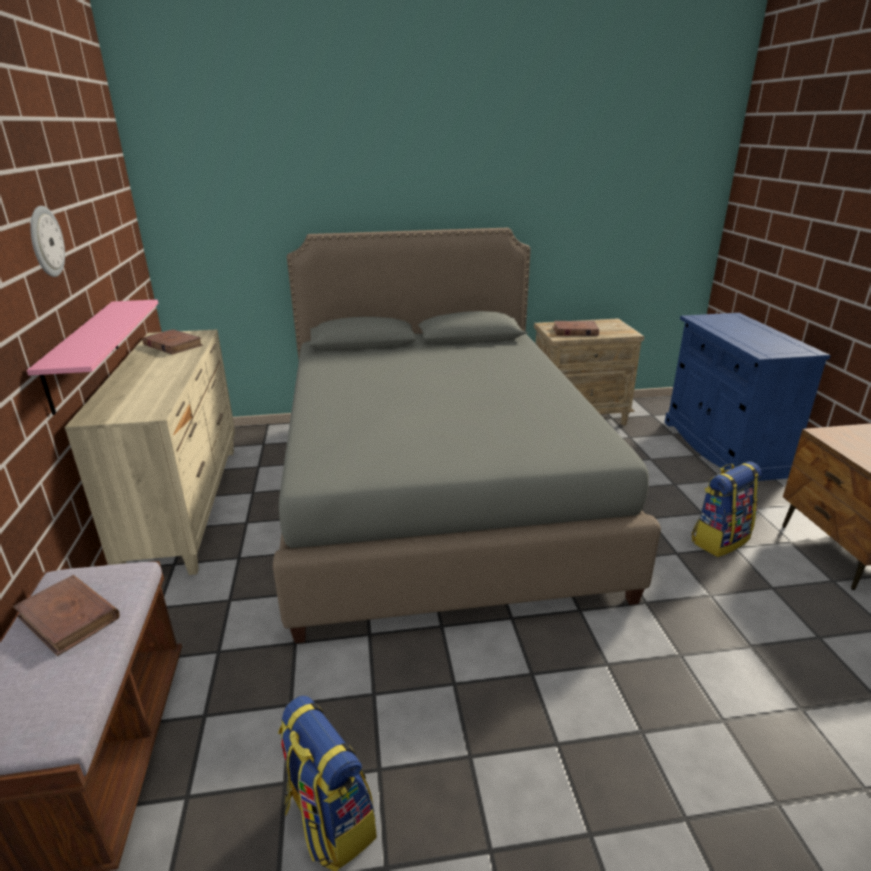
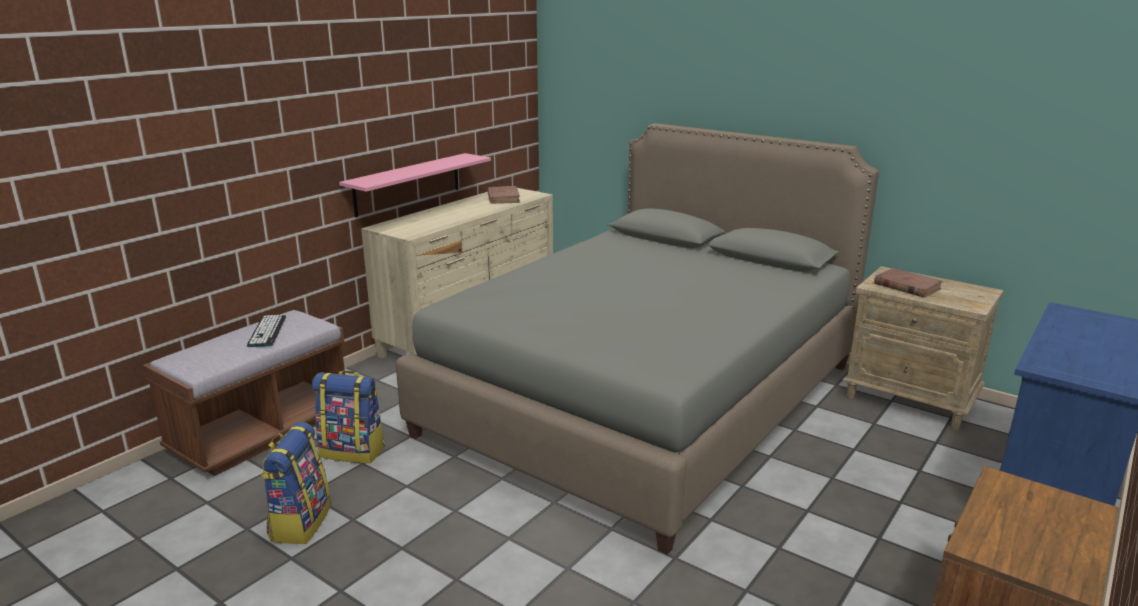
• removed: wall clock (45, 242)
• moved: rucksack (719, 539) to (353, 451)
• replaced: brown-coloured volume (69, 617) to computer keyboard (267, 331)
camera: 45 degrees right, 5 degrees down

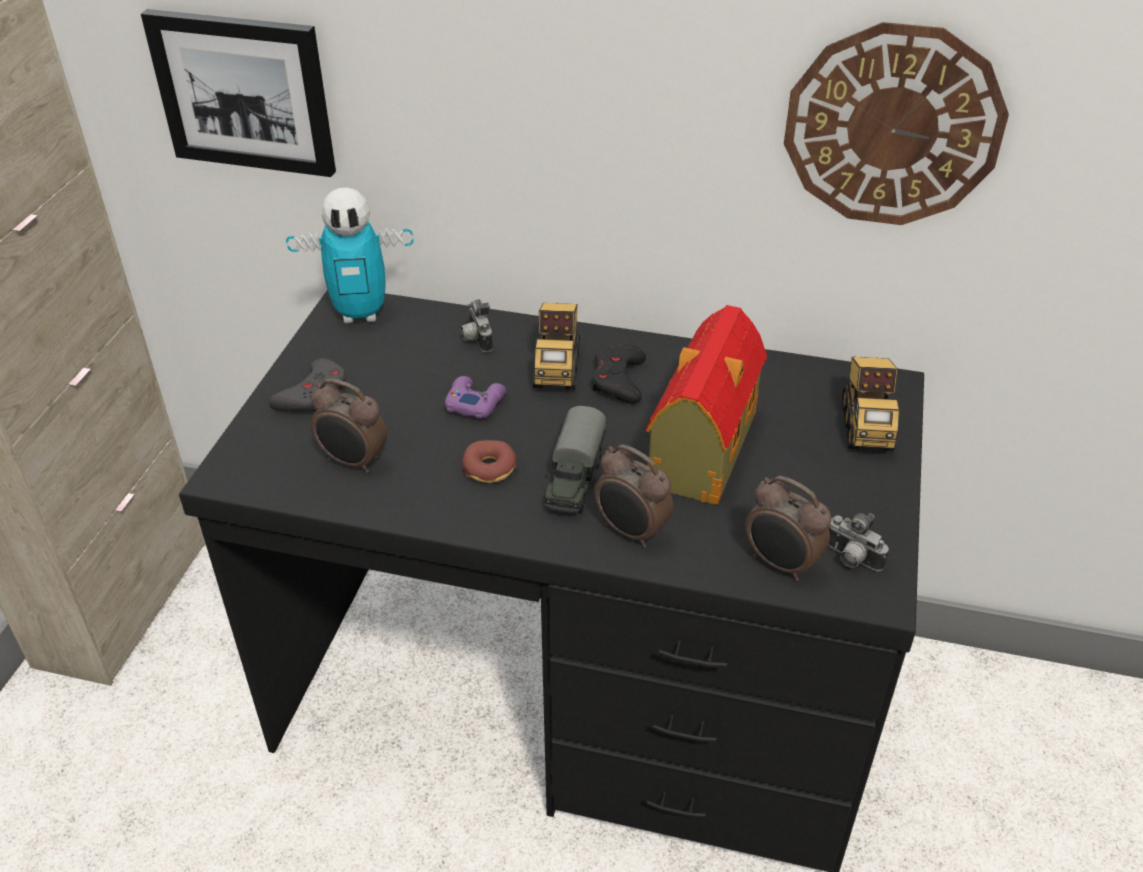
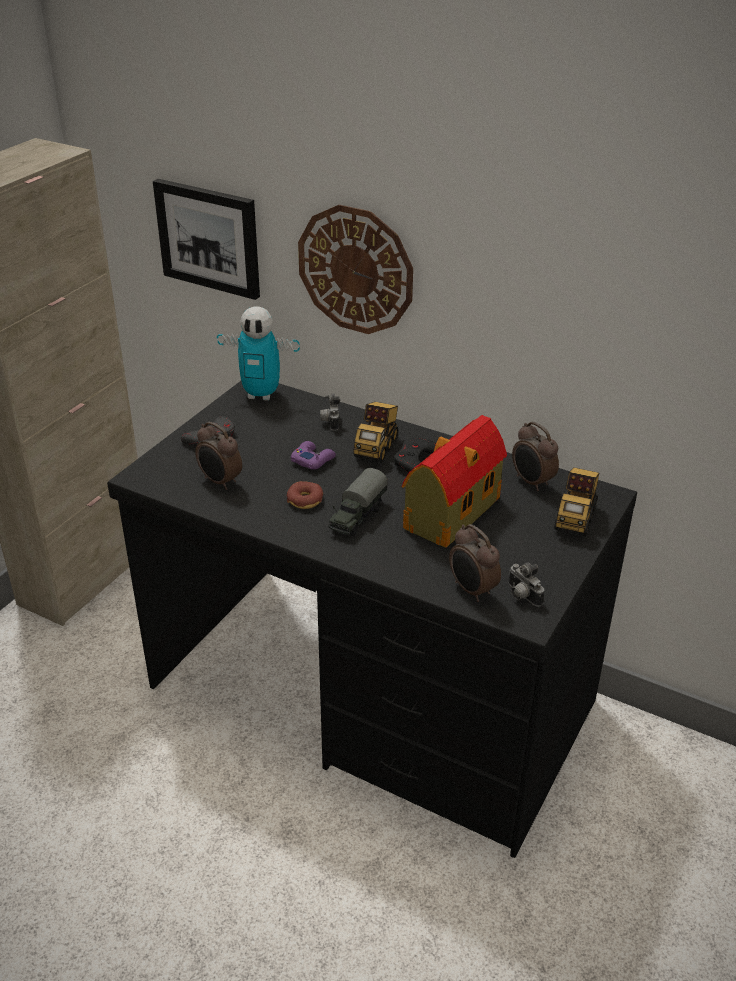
• moved: wall clock (892, 126) to (355, 270)
• moved: alarm clock (630, 532) to (531, 482)
camera: 15 degrees right, 5 degrees down

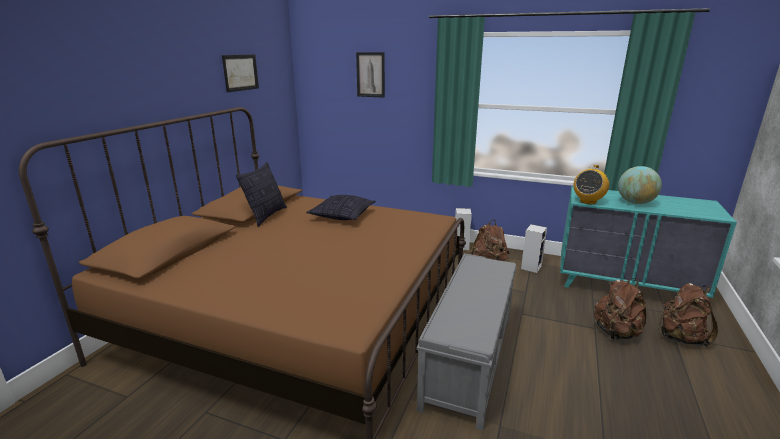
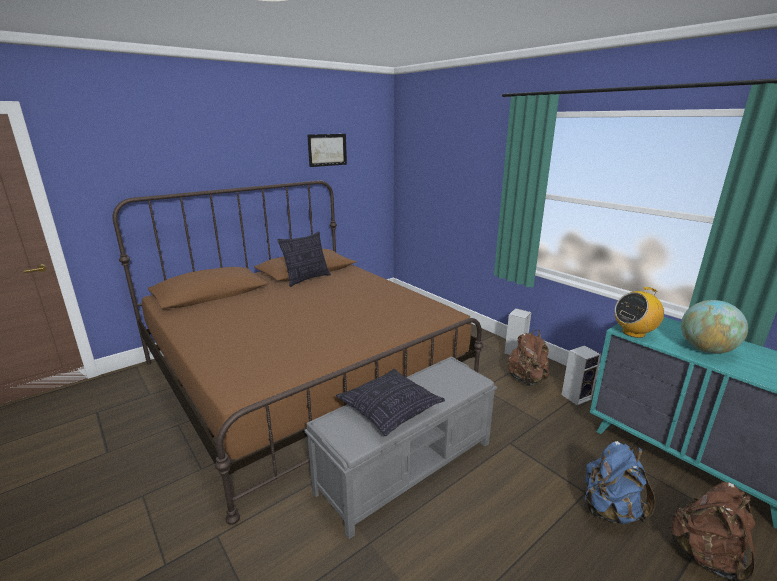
• removed: wall art (370, 74)
• moved: pillow (342, 216) to (390, 410)
• recoloured: brown-coloured rucksack (616, 333) to blue rucksack (609, 509)
camera: 30 degrees right, 0 degrees up

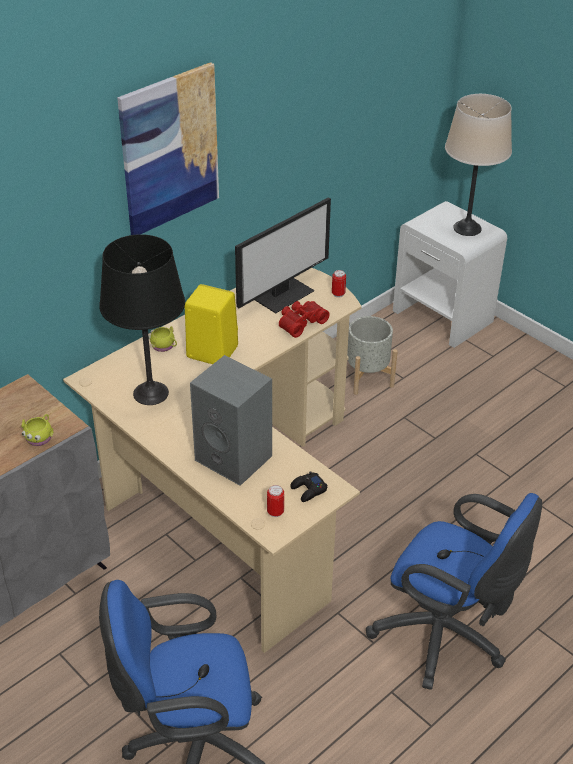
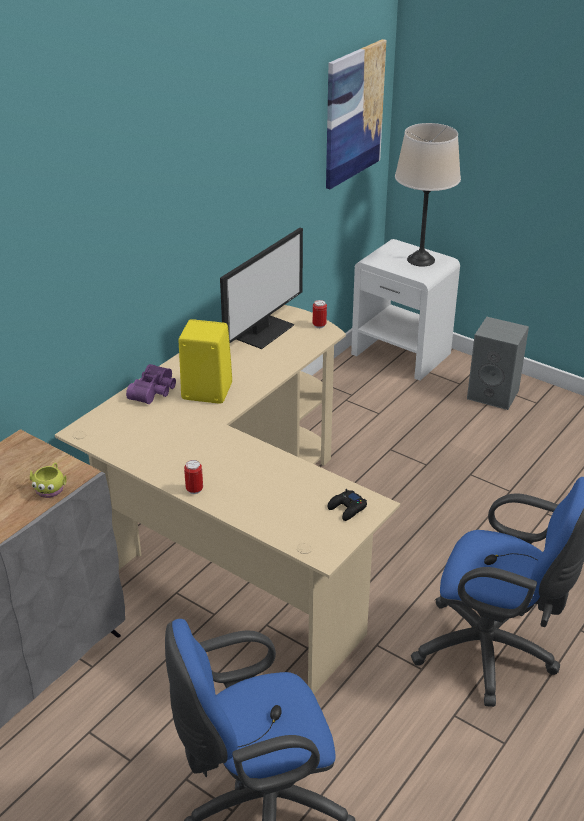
• moved: wall art (169, 150) to (353, 114)
• removed: blackish lamp for a table (150, 393)
• removed: reddish field glasses (300, 322)
• removed: grey planter (367, 377)
• replaced: yellow coffee mug (164, 346) to purple-coloured field glasses (155, 391)
• moved: grey audio speaker (235, 458) to (494, 394)
• moved: sealed can (275, 512) to (194, 489)
camera: 10 degrees left, 5 degrees down

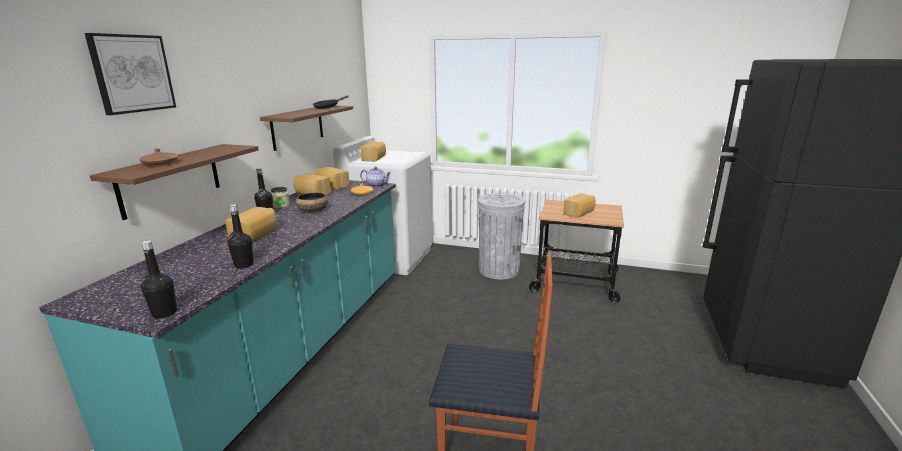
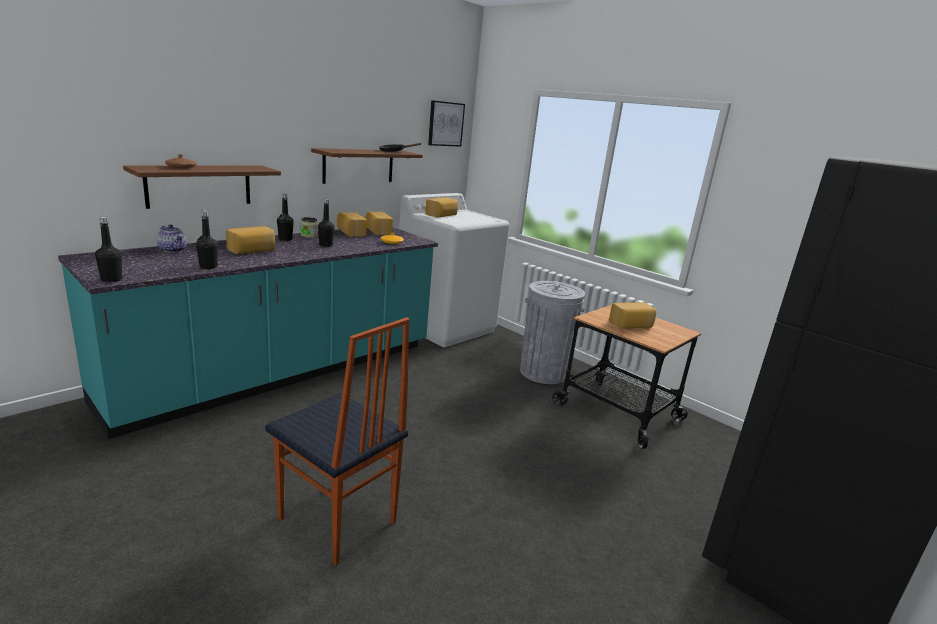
• moved: wall art (132, 73) to (445, 124)
• moved: teapot (376, 185) to (173, 250)
• replaced: serving bowl (312, 210) to blackish beverage bottle (326, 245)
camera: 25 degrees right, 0 degrees up

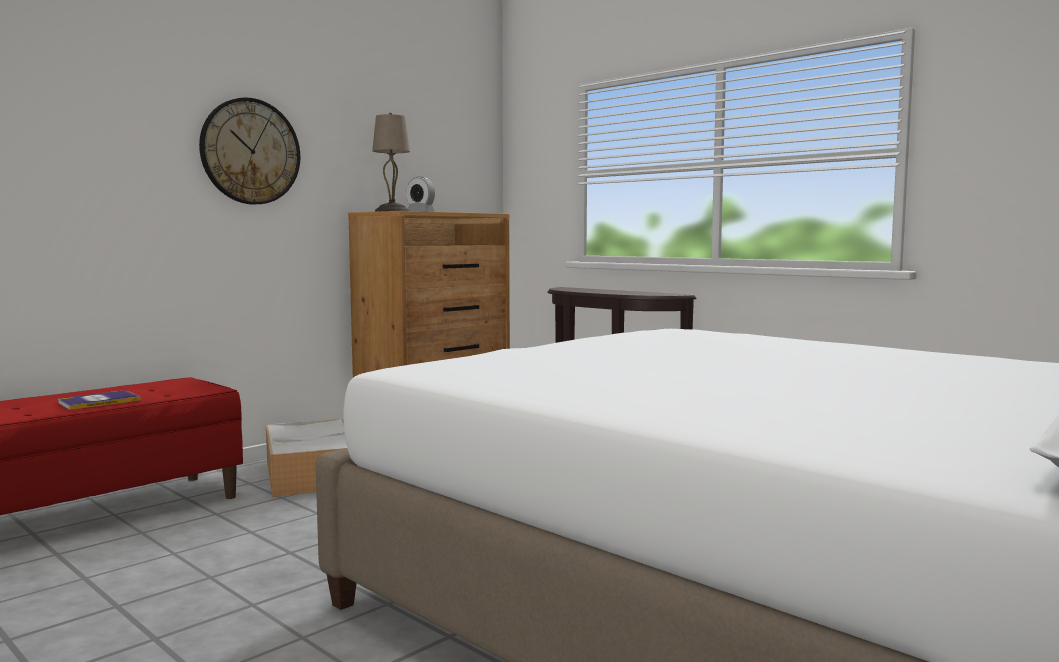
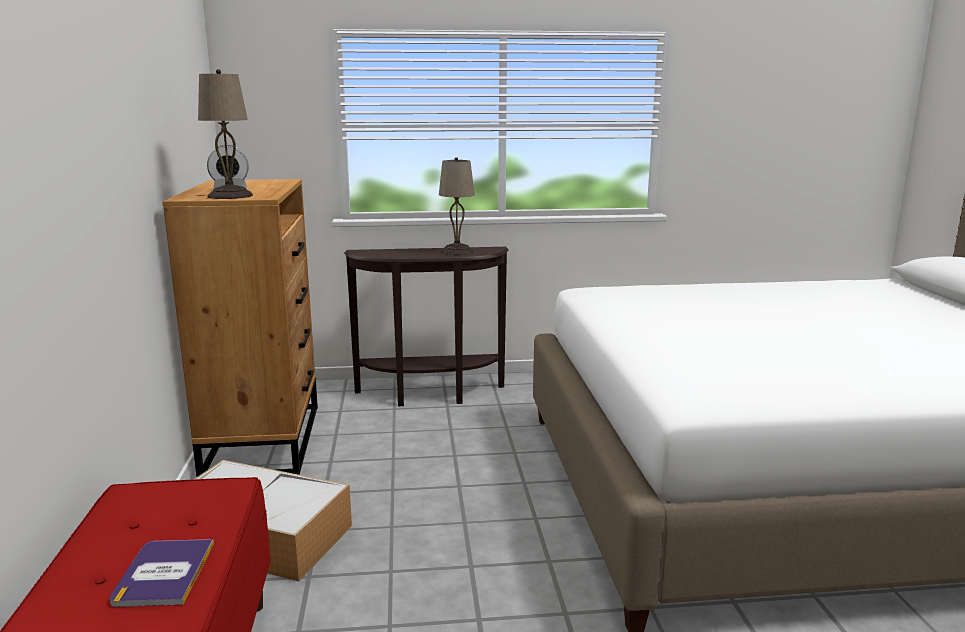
• removed: wall clock (250, 151)
• added: sand-coloured lamp for a table (456, 251)
camera: 50 degrees left, 10 degrees up

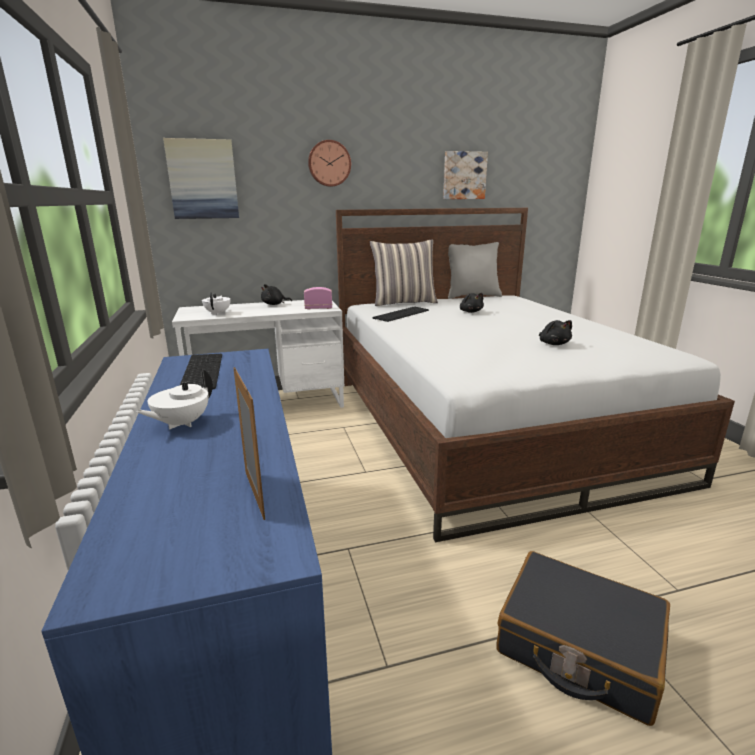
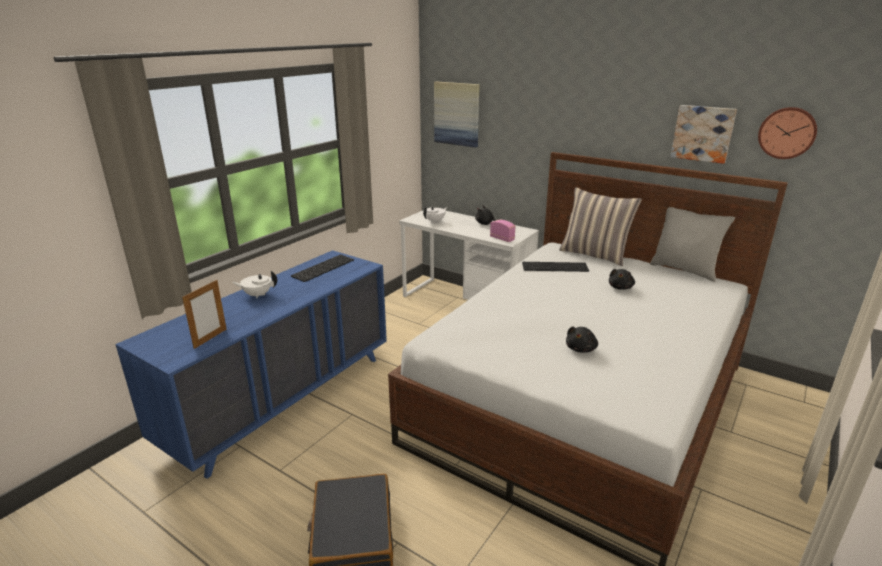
• moved: wall clock (329, 163) to (787, 133)
camera: 50 degrees right, 5 degrees up

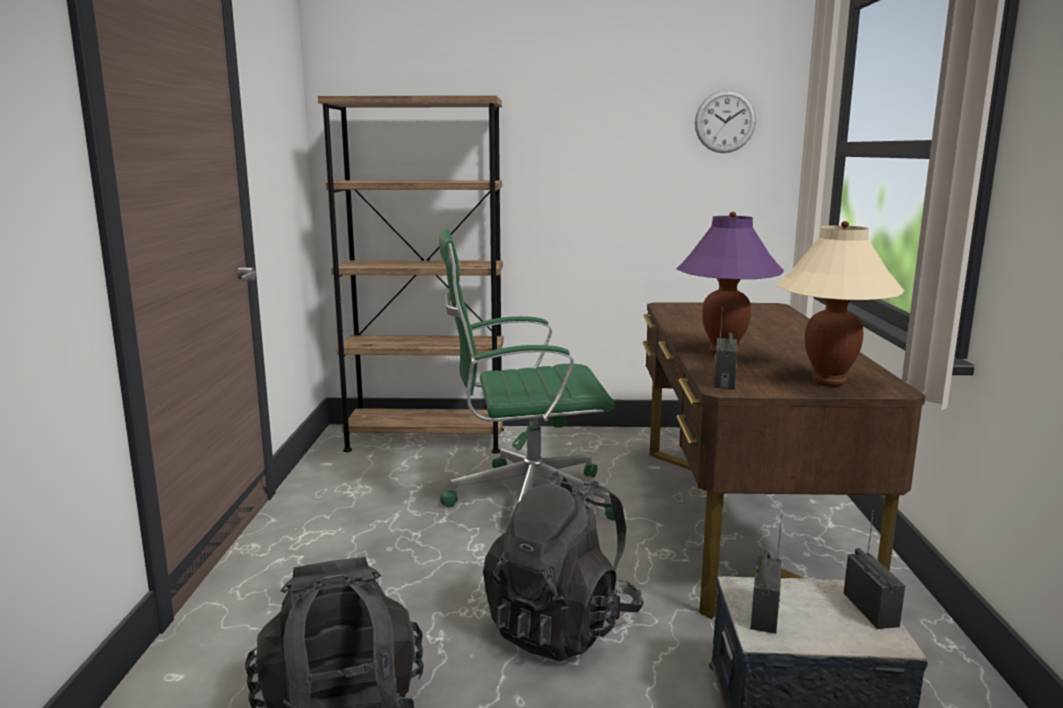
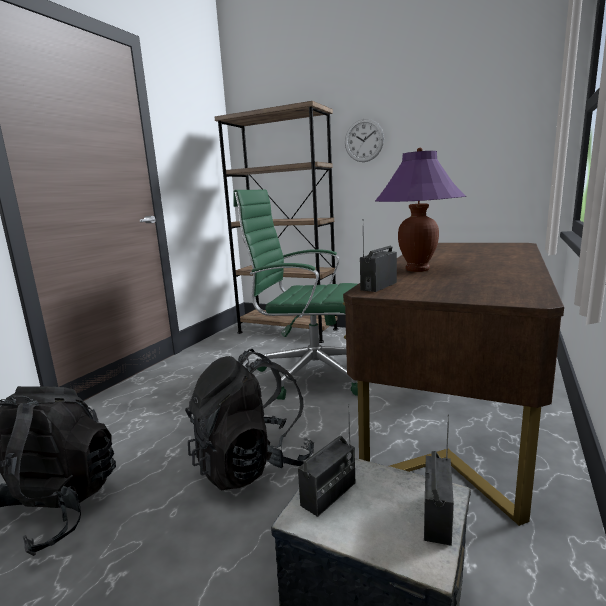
• moved: wall clock (725, 121) to (364, 140)
• removed: sand-coloured lamp for a table (829, 382)
camera: 25 degrees right, 0 degrees up

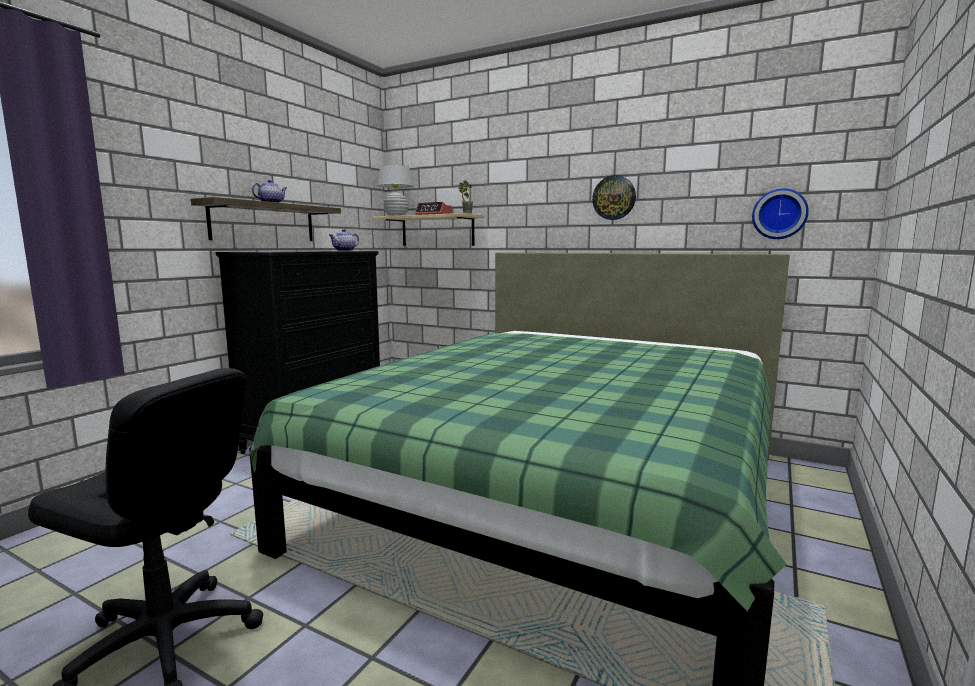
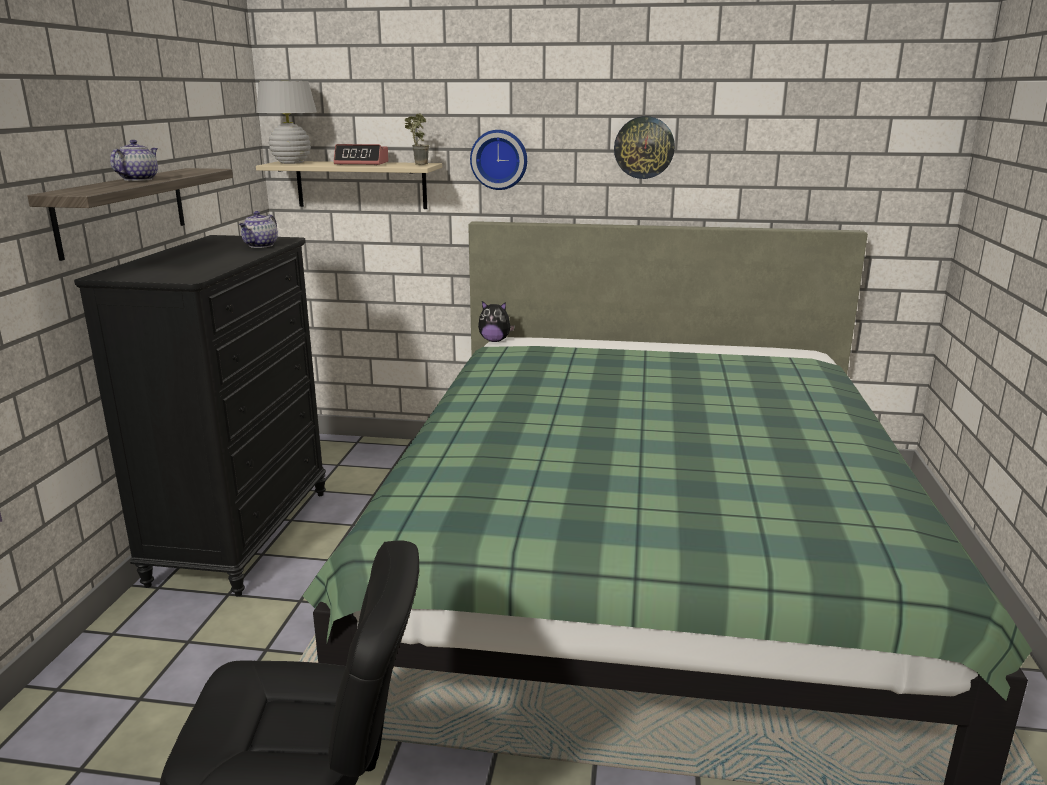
• moved: wall clock (779, 214) to (499, 159)
• added: soft toy (495, 341)
camera: 20 degrees left, 10 degrees up

